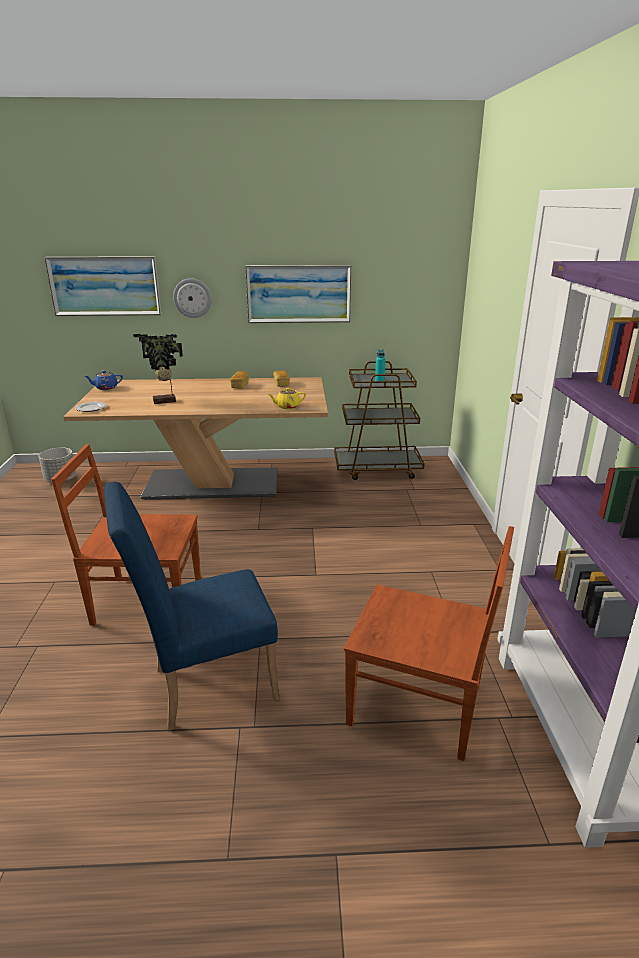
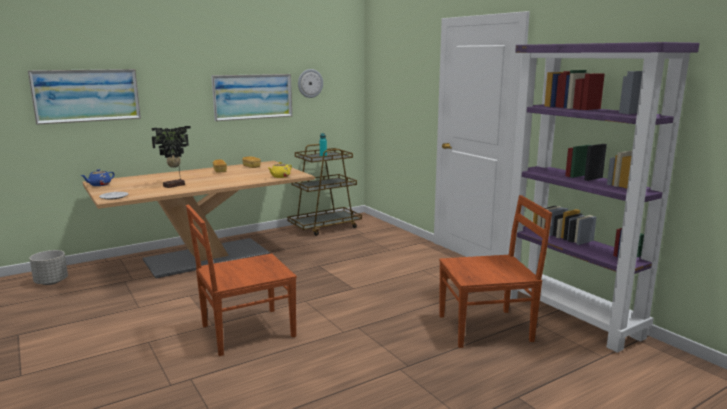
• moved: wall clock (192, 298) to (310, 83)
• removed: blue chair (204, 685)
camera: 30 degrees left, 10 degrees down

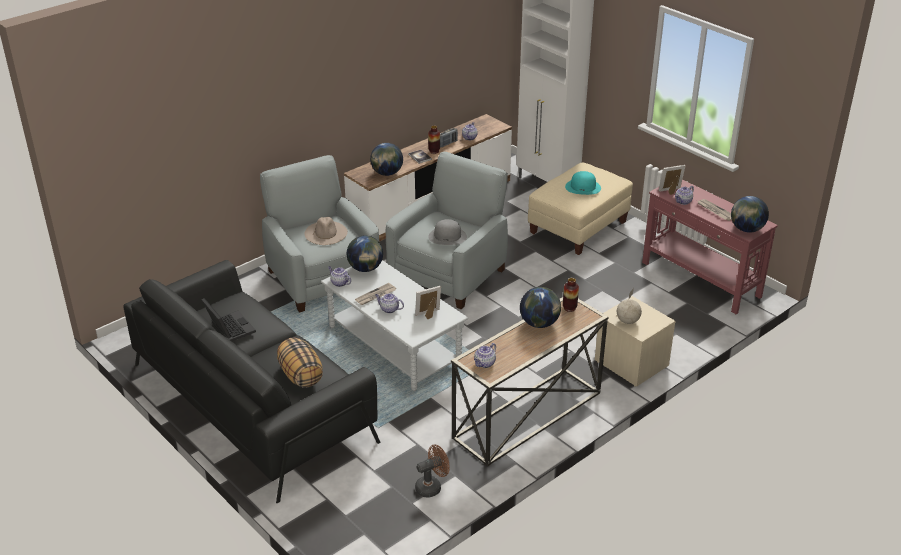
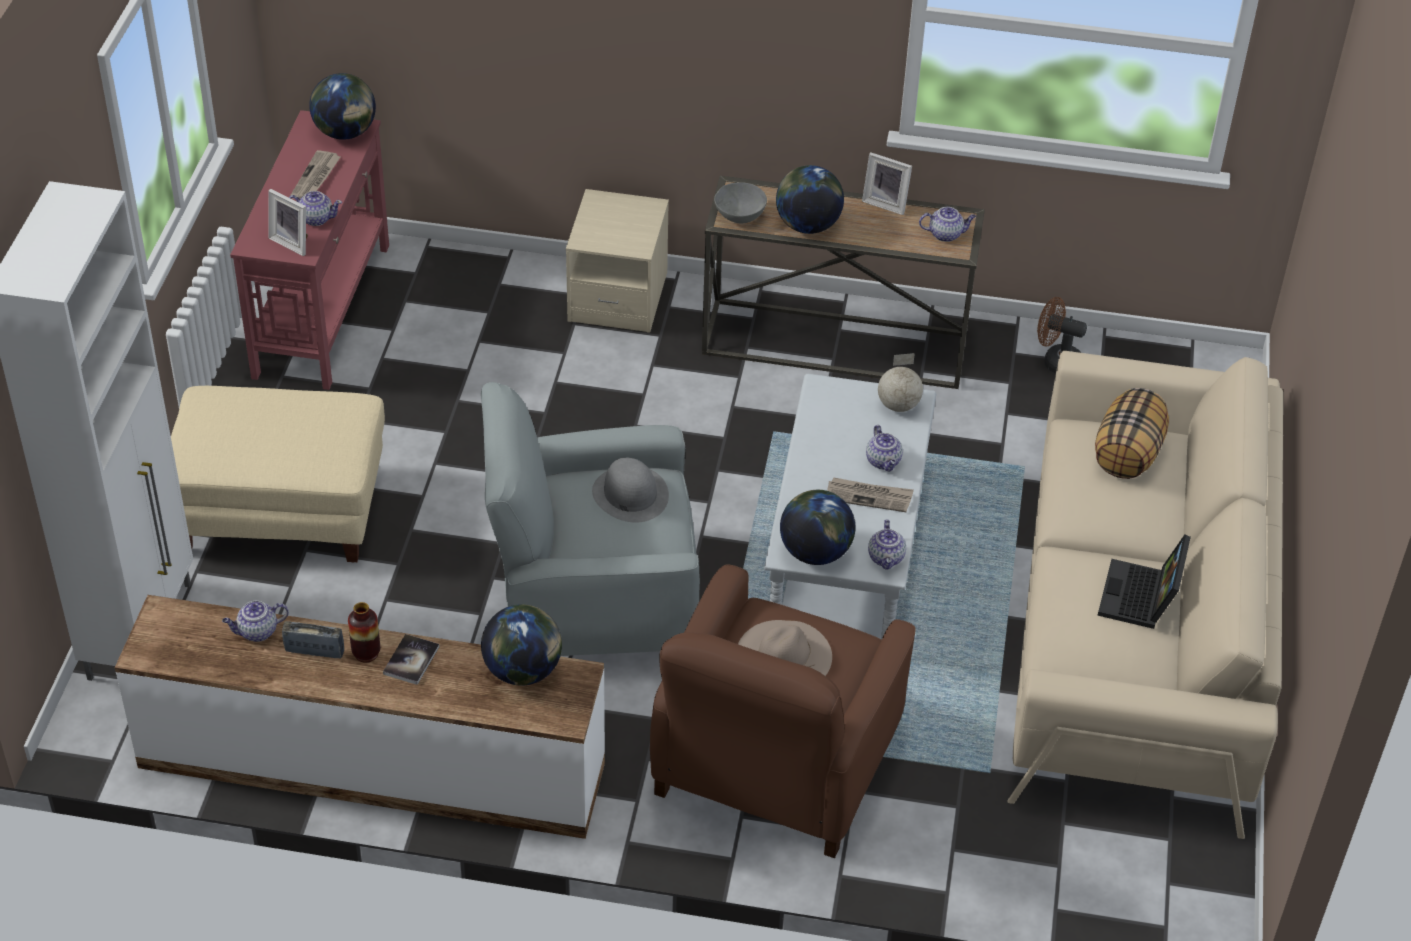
• recoloured: grey armchair (322, 278) to brown-coloured armchair (775, 762)
• removed: turquoise-coloured hat (583, 187)
• recoloured: blackish settee (252, 402) to sand-coloured settee (1137, 629)
• replaced: flower vase (569, 308) to grey serving bowl (739, 216)
• moved: photo frame (429, 315) to (886, 203)
• moved: world globe (628, 321) to (897, 405)
camera: 130 degrees left, 10 degrees up

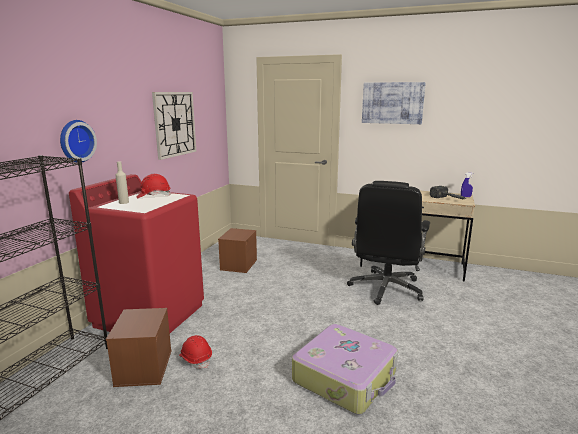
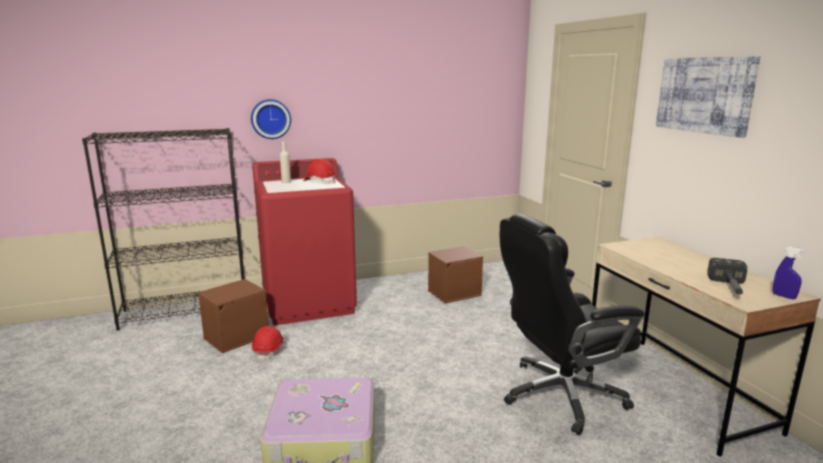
• removed: wall clock (175, 124)
camera: 50 degrees right, 0 degrees up

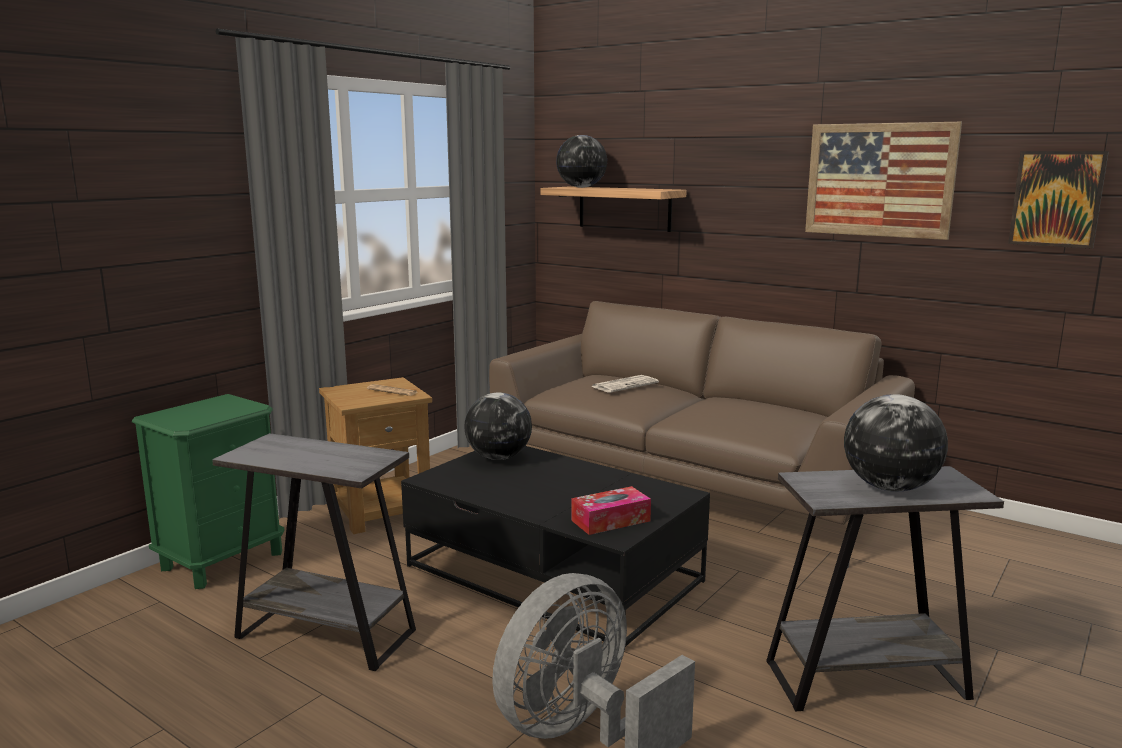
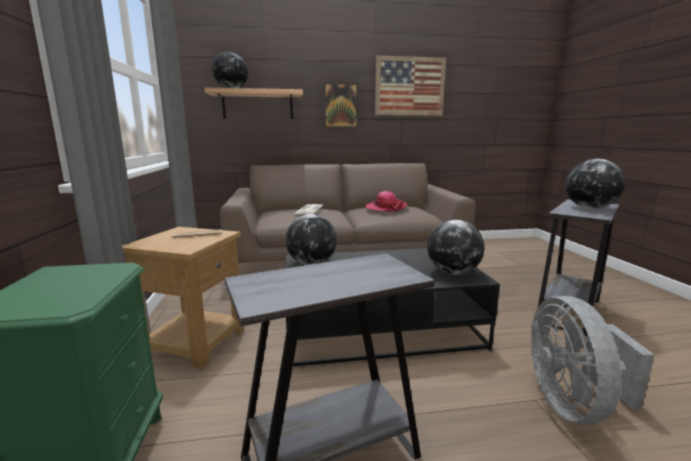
• moved: wall art (1057, 199) to (340, 105)
• replaced: box of tissues (610, 520) to world globe (453, 272)
• added: hat (385, 208)
camera: 45 degrees left, 0 degrees up

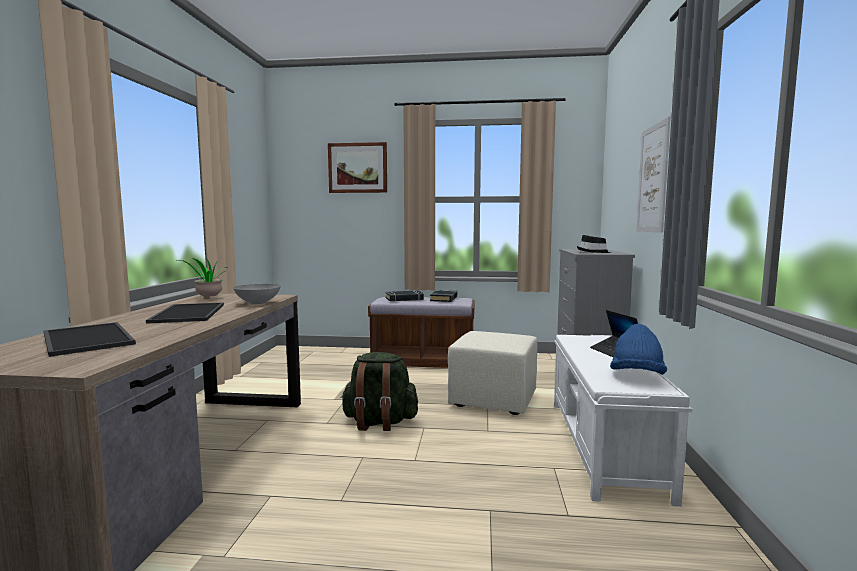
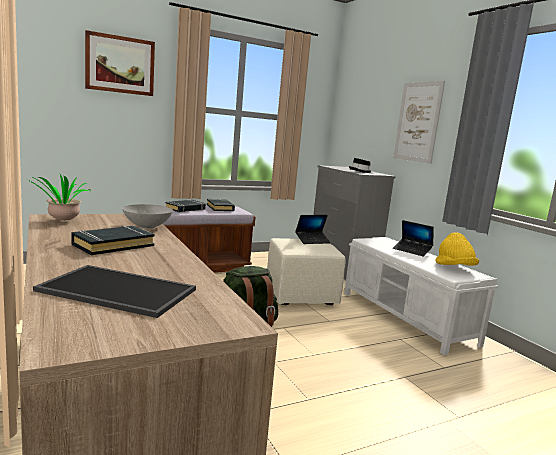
• replaced: carrying tray (187, 313) to blackish volume (113, 245)
• recoloured: blue hat (636, 377) to yellow hat (454, 268)
• added: notebook computer (312, 241)
camera: 35 degrees left, 5 degrees up

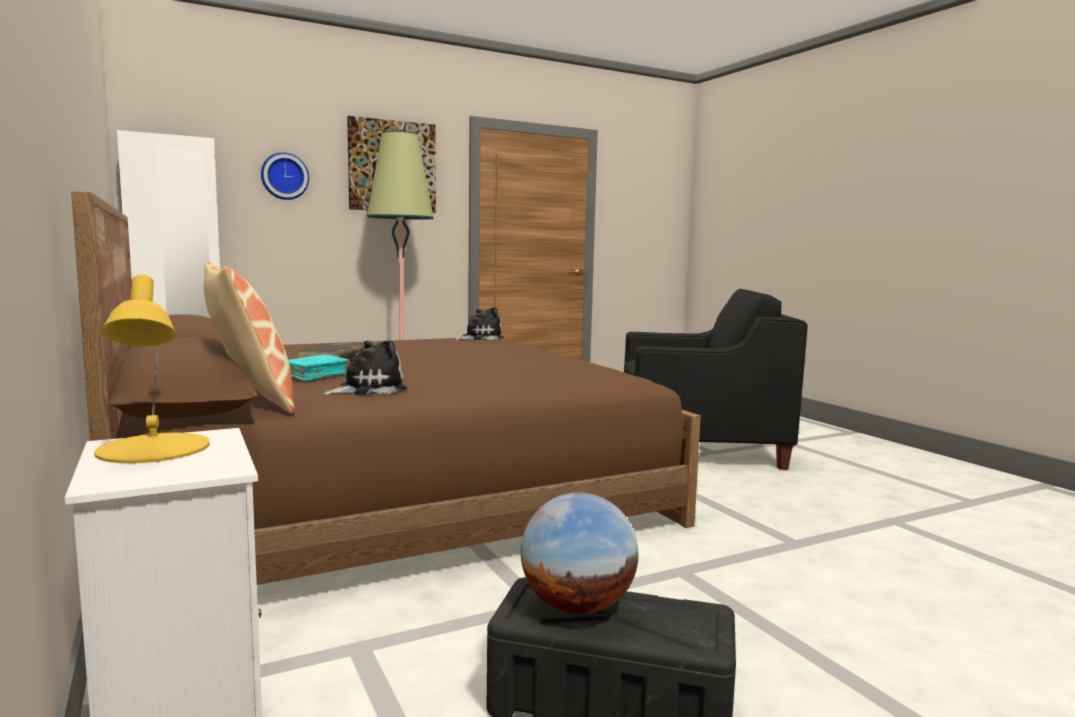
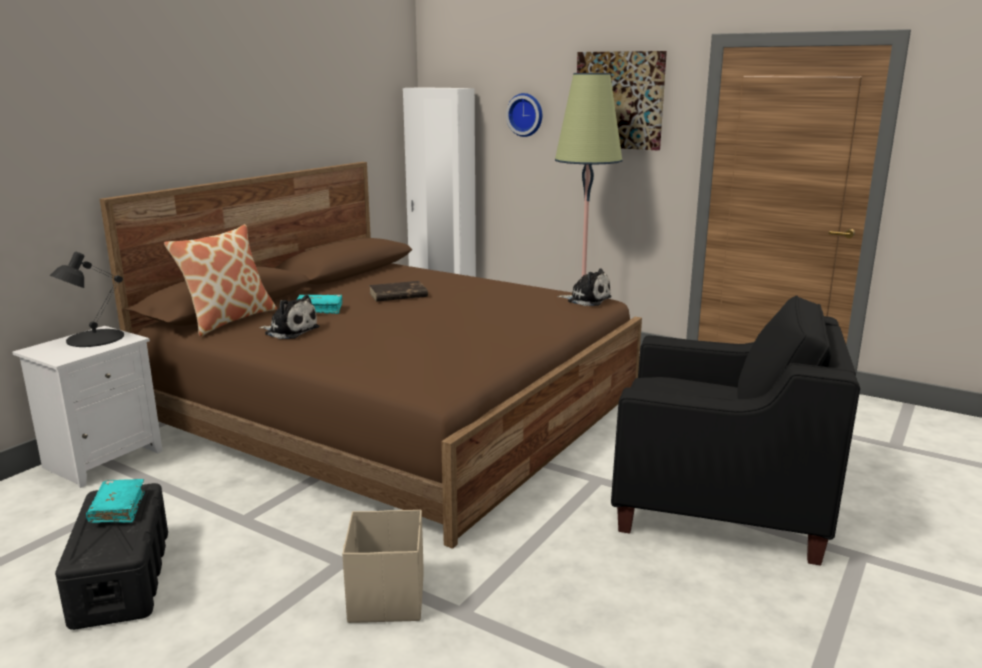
• recoloured: yellow lamp for a table (152, 448) to blackish lamp for a table (94, 338)
• turned: blackish armchair (700, 448) = (719, 504) 45 degrees counterclockwise
• replaced: world globe (577, 606) to turquoise-coloured volume (118, 509)
• added: sand-coloured storage box (386, 599)
camera: 60 degrees right, 10 degrees up

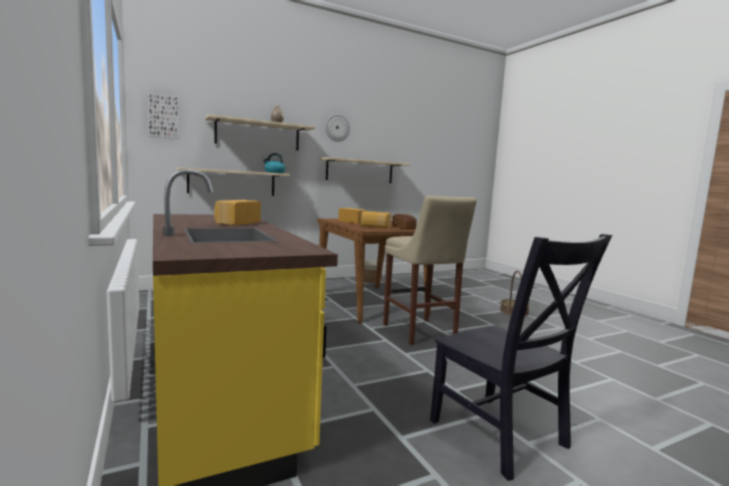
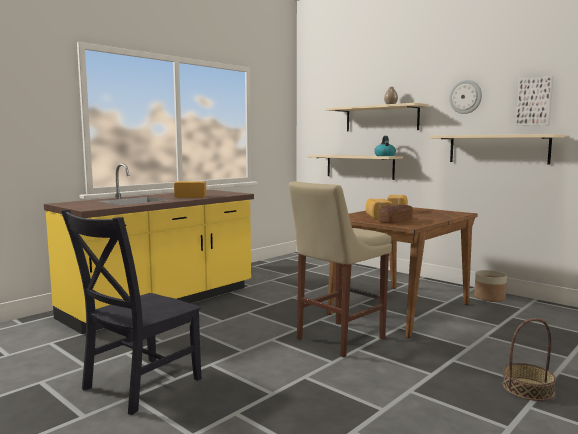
• moved: wall art (163, 116) to (534, 101)
camera: 70 degrees right, 0 degrees up

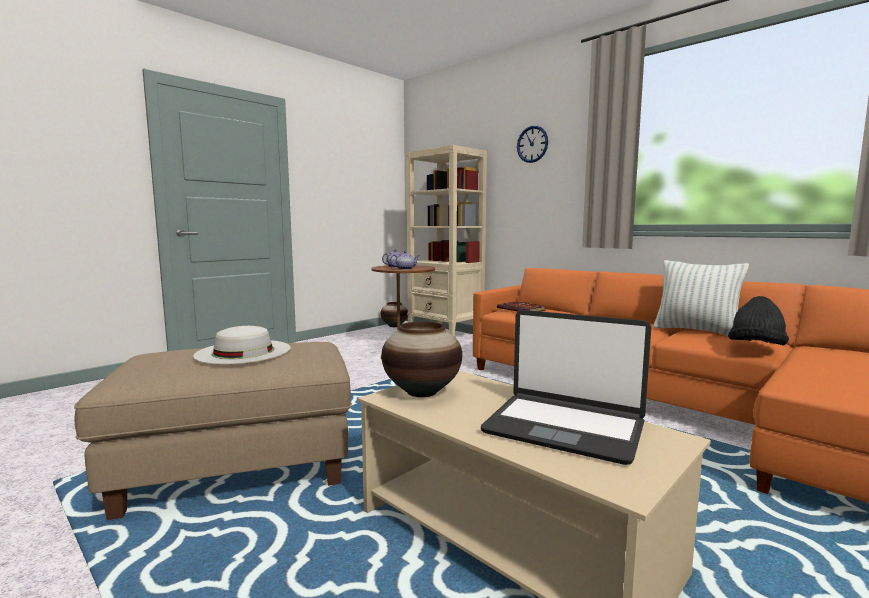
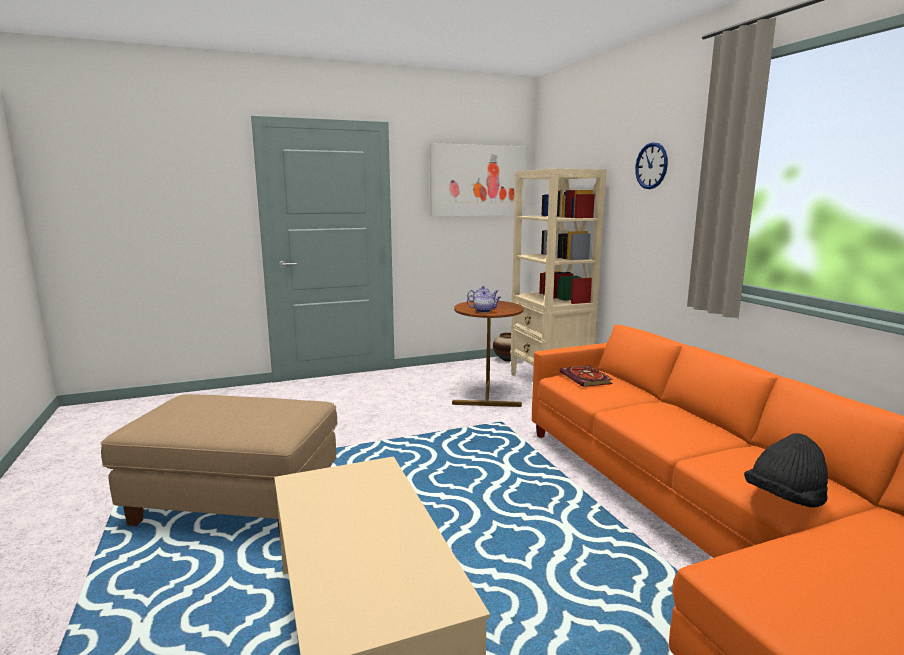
• removed: pillow (696, 331)
• removed: notebook computer (564, 427)
• removed: flower vase (422, 392)
• removed: white-coloured hat (243, 351)
• added: wall art (478, 180)
camera: 25 degrees right, 5 degrees up

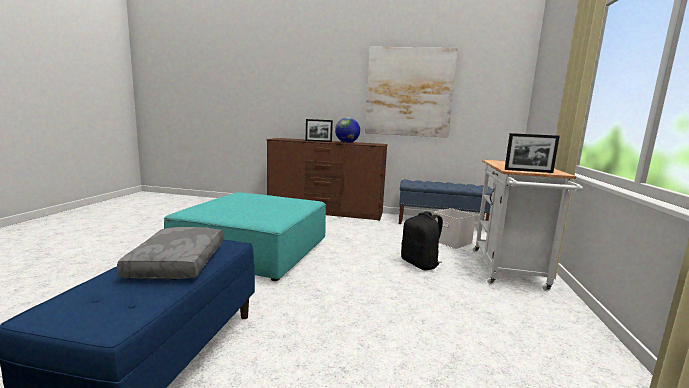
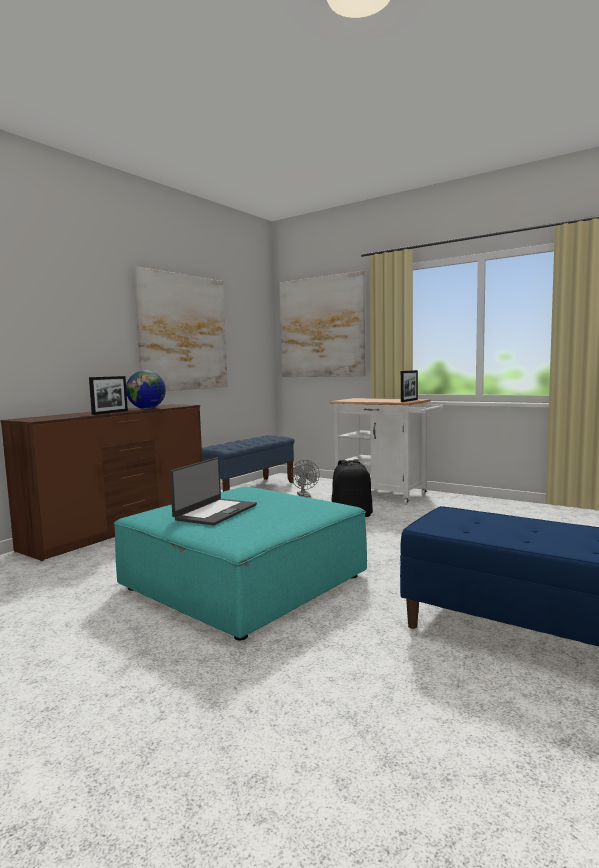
• replaced: white-coloured storage box (452, 241) to grey fan (305, 496)
• removed: grey pillow (179, 263)
• added: wall art (321, 327)
• added: notebook computer (215, 512)
camera: 65 degrees left, 5 degrees down

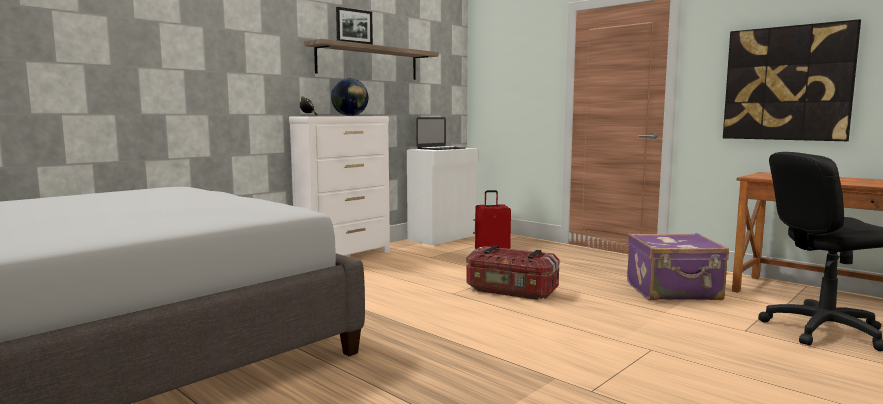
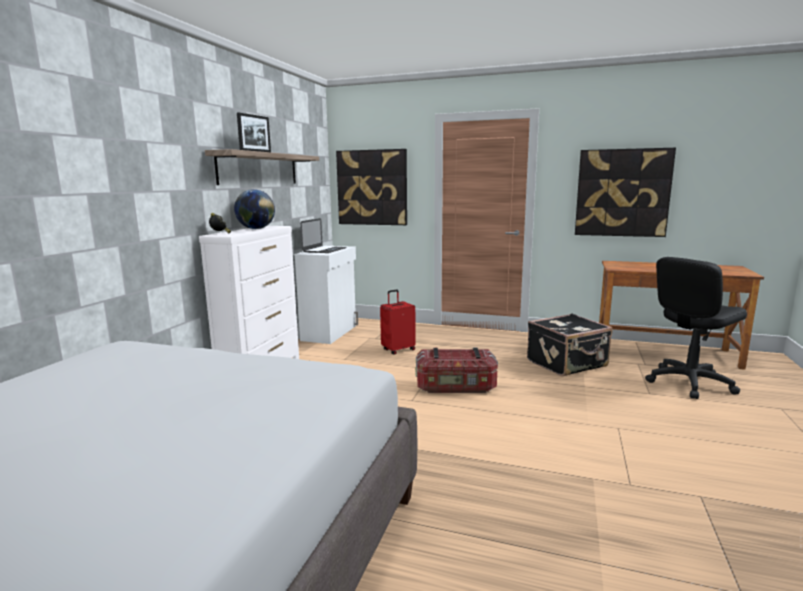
• recoloured: purple-coloured piece of luggage (674, 292) to blackish piece of luggage (567, 364)
• added: wall art (372, 187)
camera: 25 degrees left, 5 degrees up

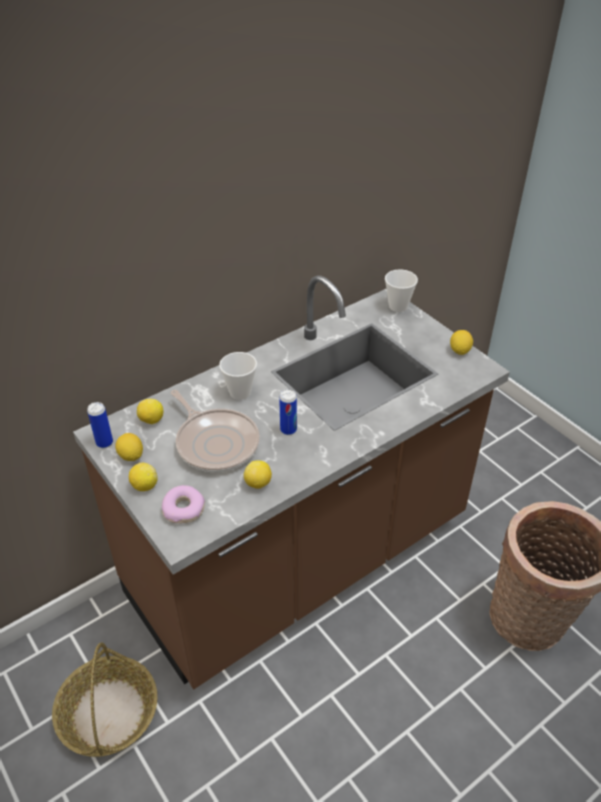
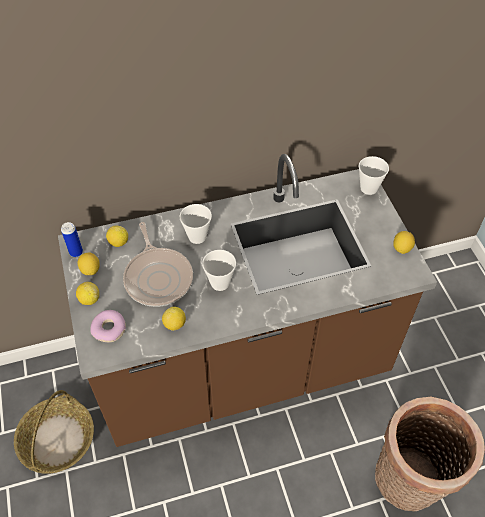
• replaced: sealed can (288, 430) to drinking cup (220, 283)
camera: 20 degrees right, 10 degrees up

